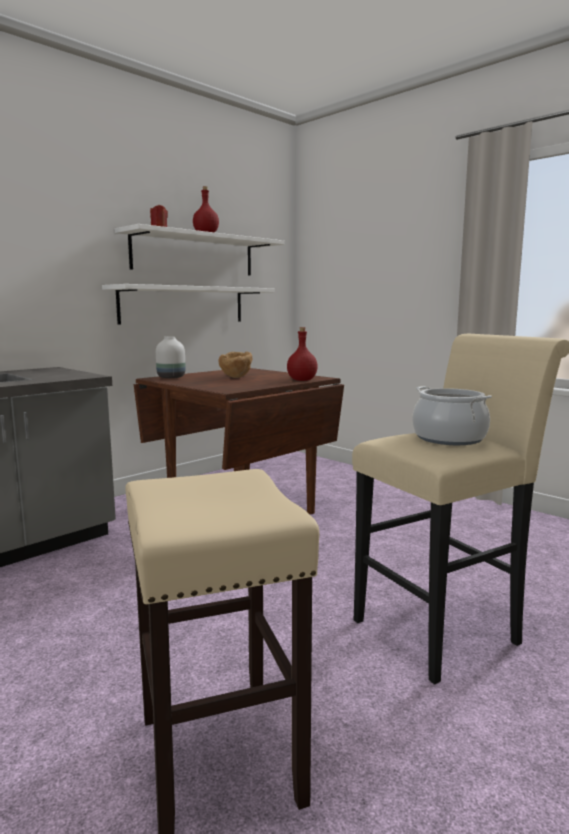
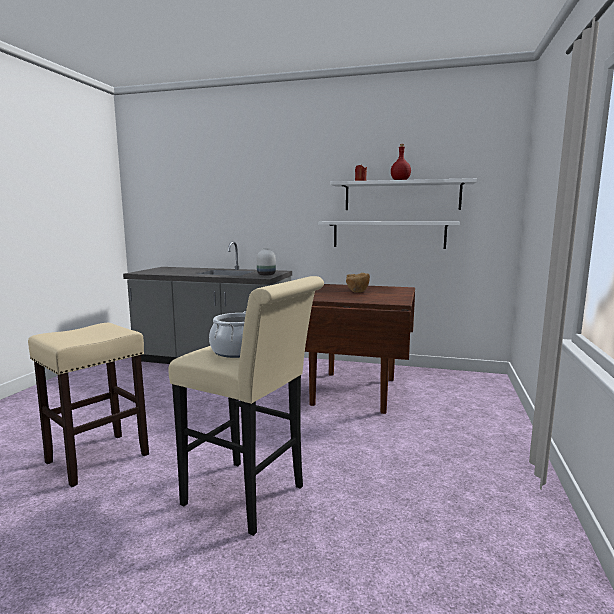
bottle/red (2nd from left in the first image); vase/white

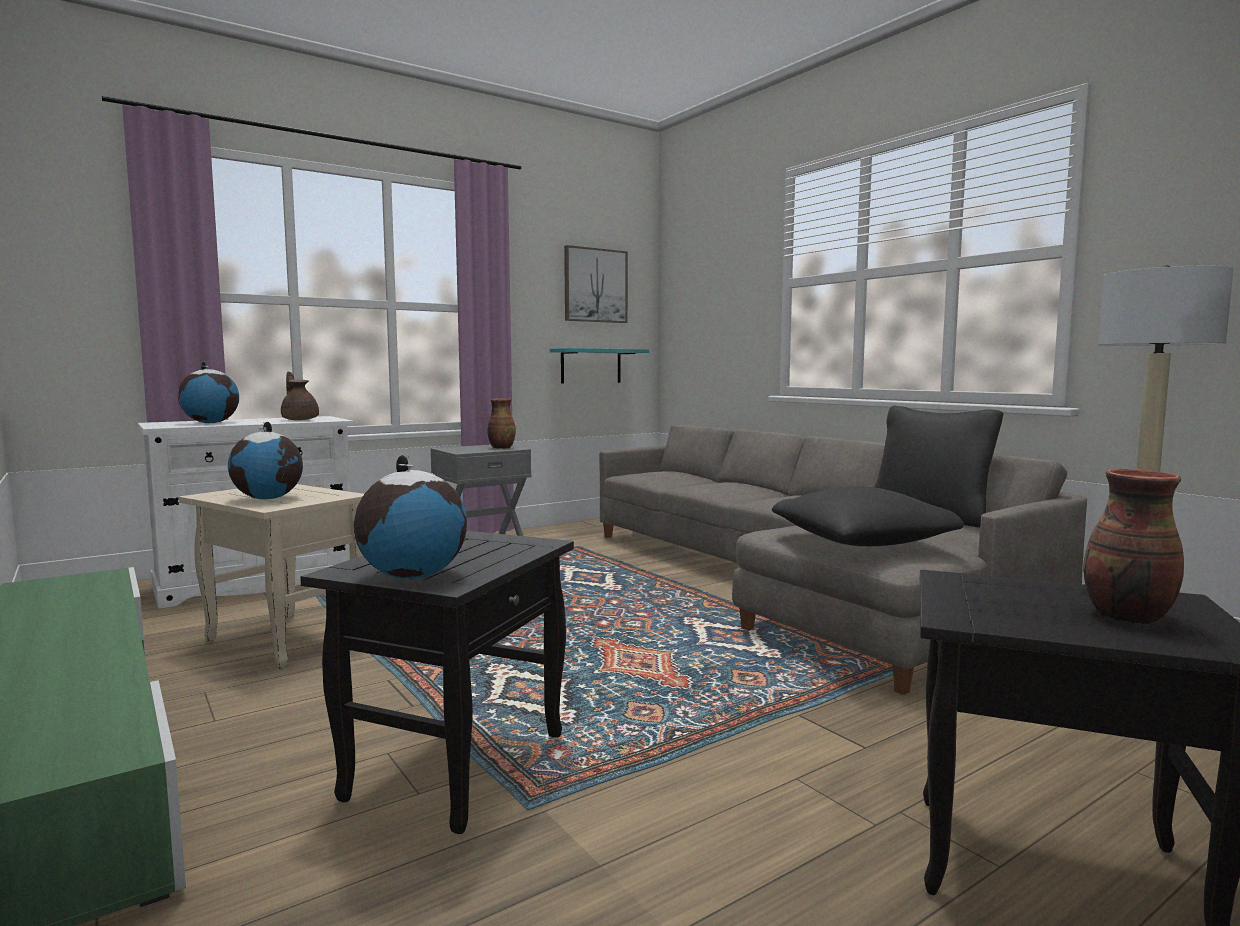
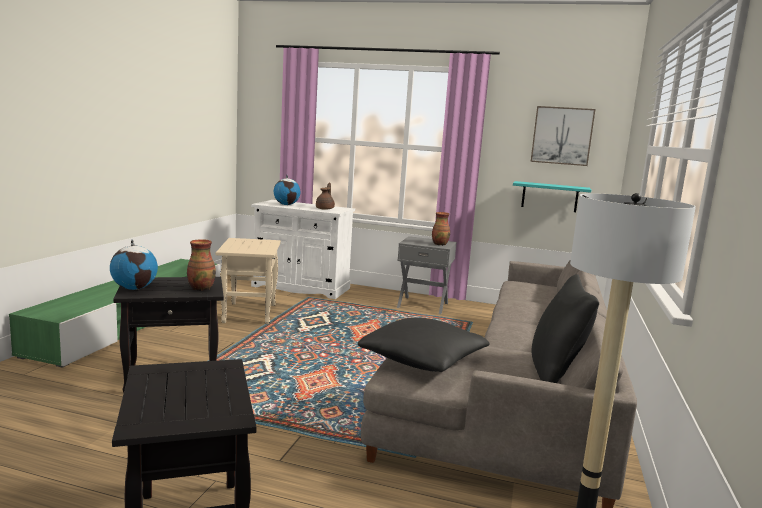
globe (2nd from left in the first image); vase (1st from left)

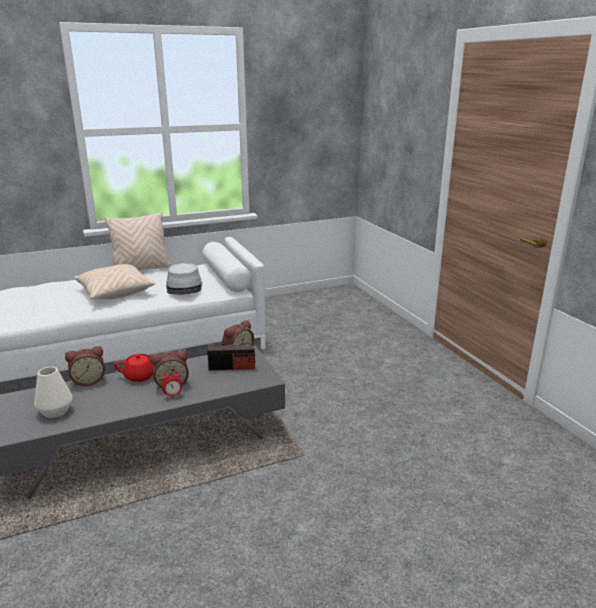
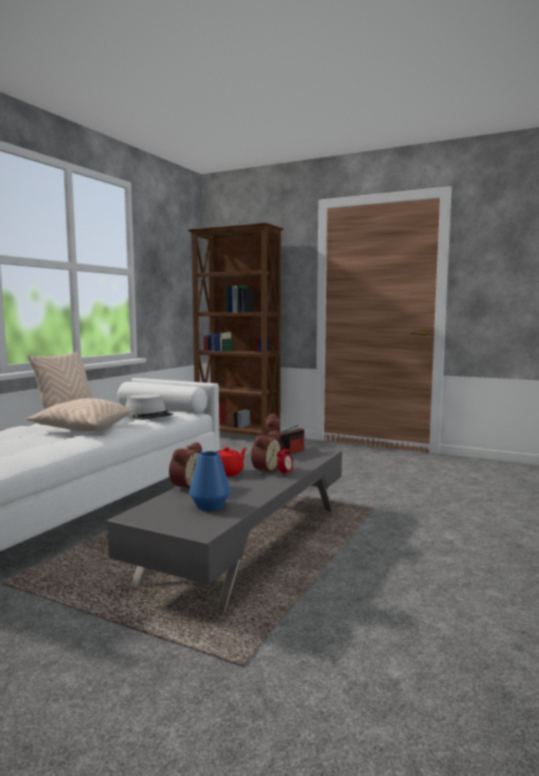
vase/blue; bookcase/brown

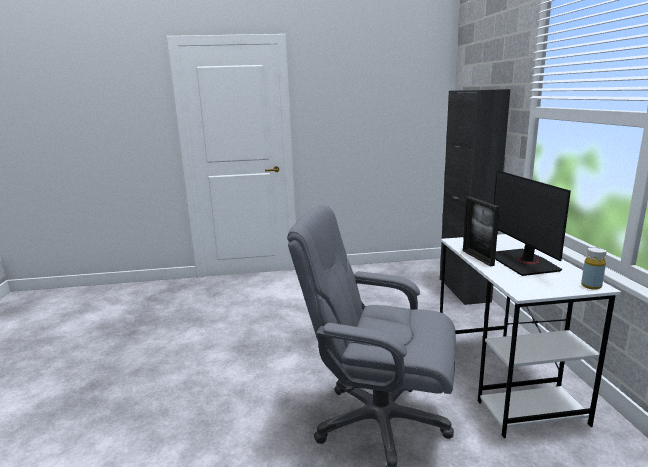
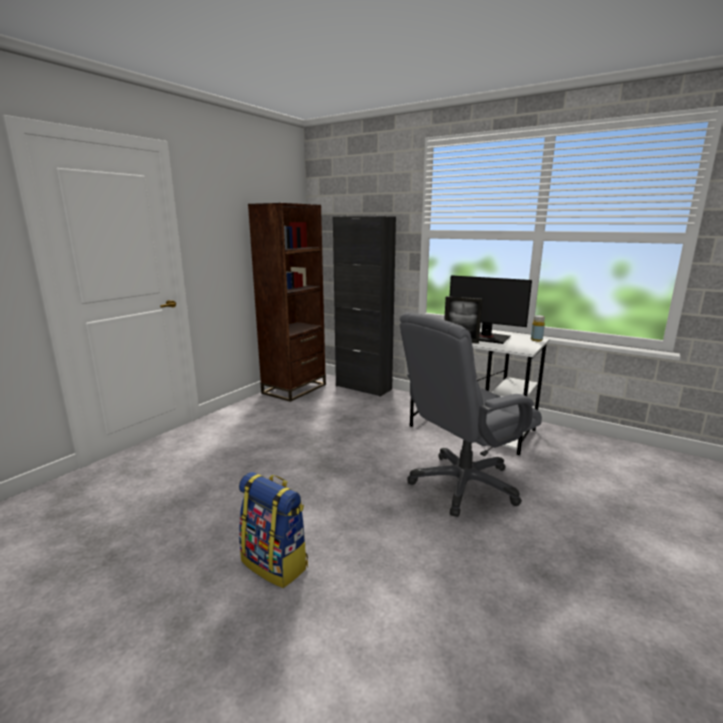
bookcase/brown; backpack

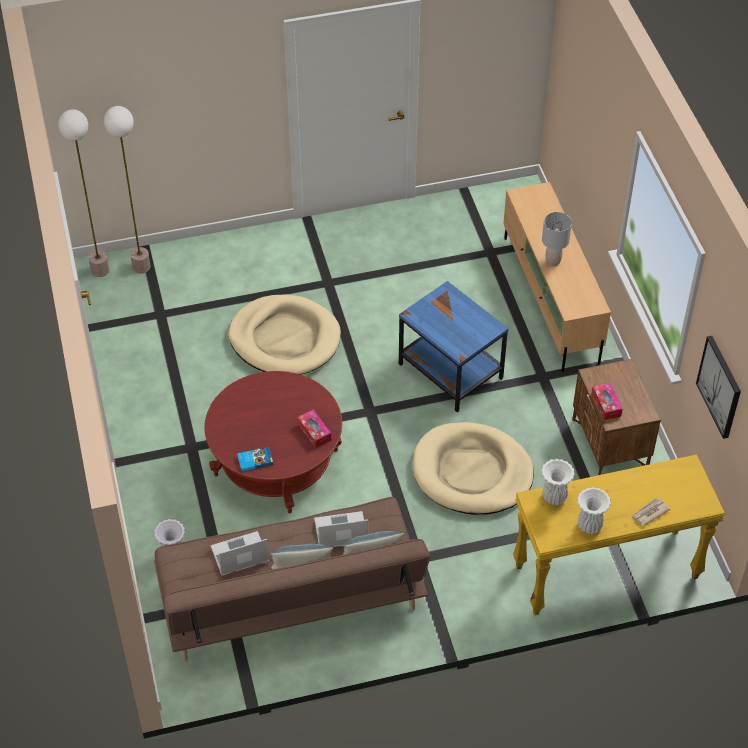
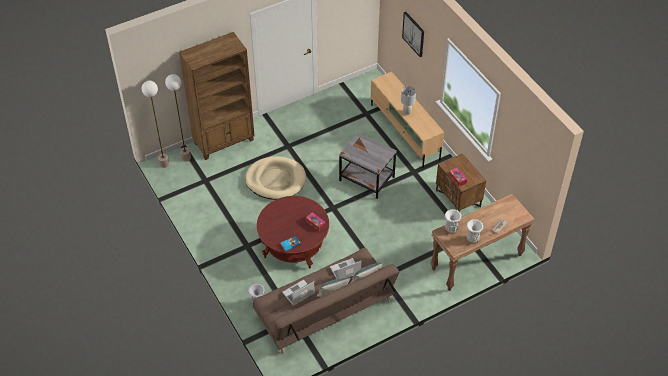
side table/grey; picture; dog bed/beige (2nd from left in the first image); console table/brown; bookcase/brown

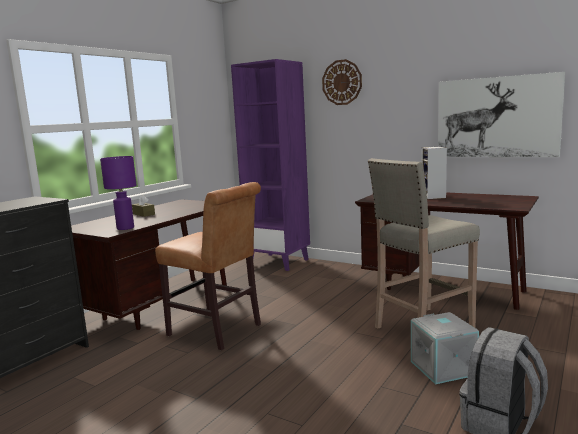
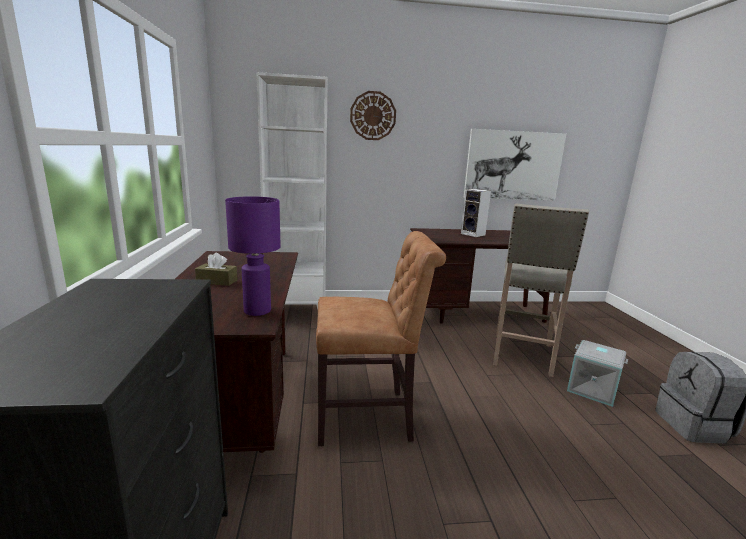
bookcase/white

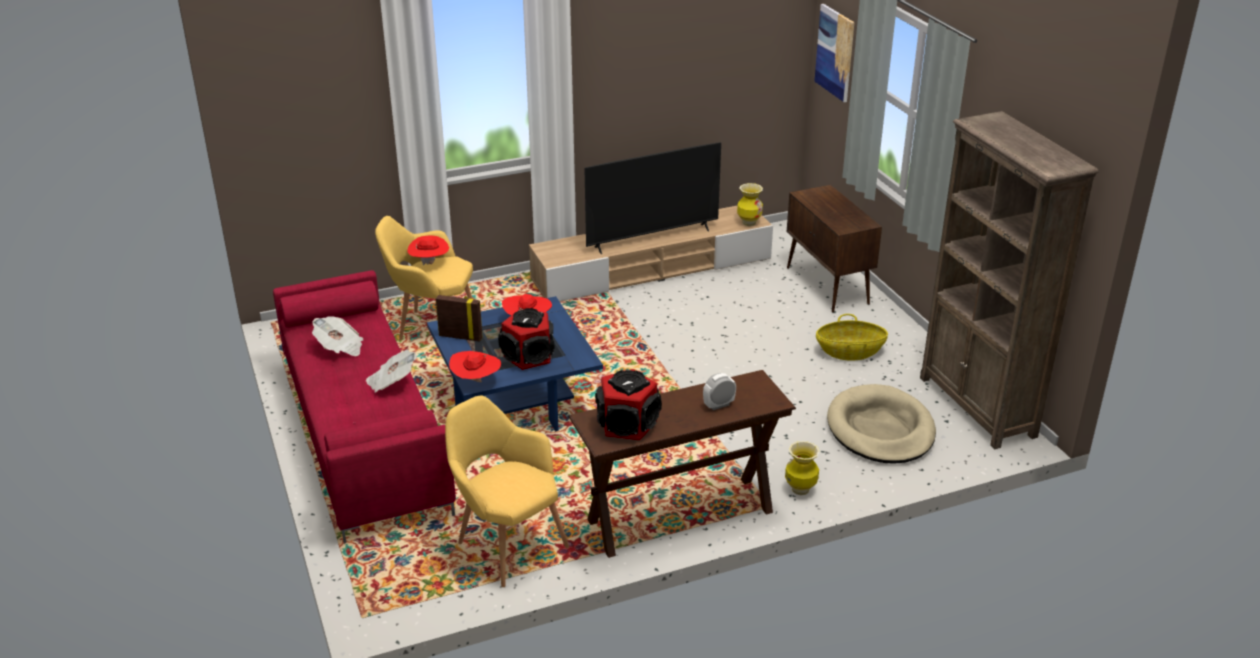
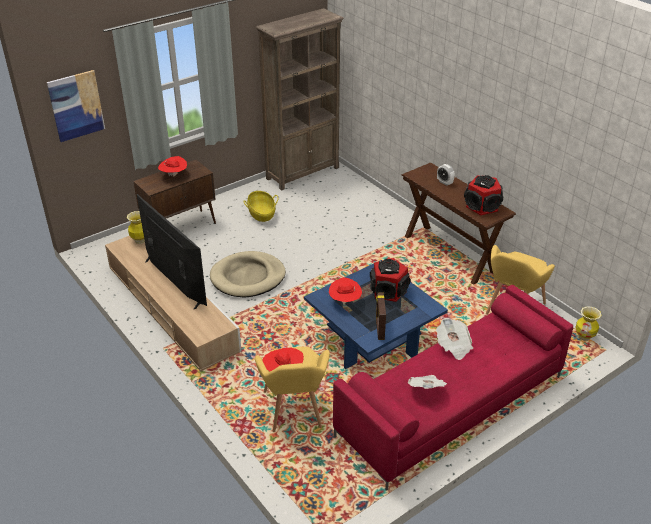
hat/red (1st from left); dog bed/beige; vase (2nd from left)

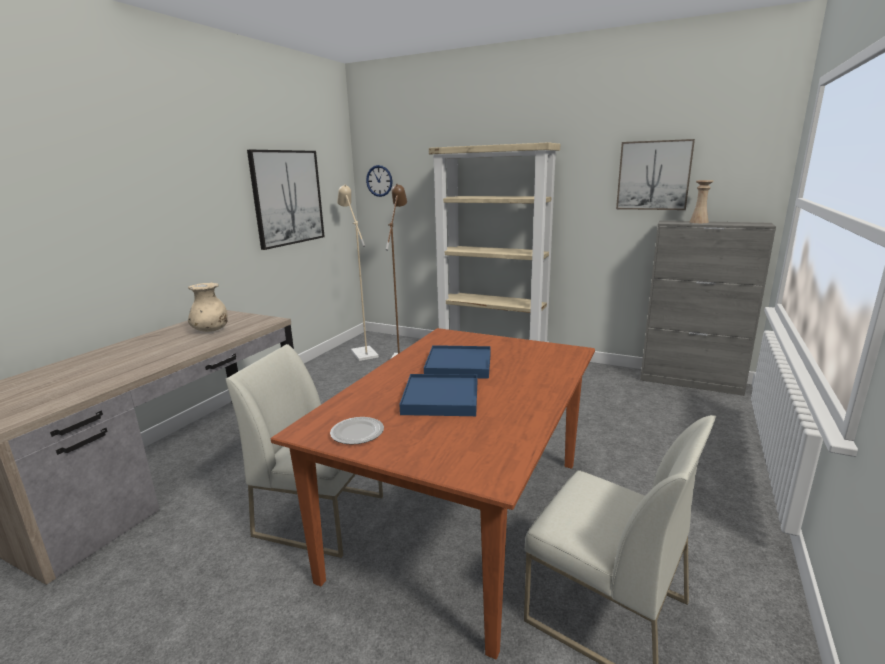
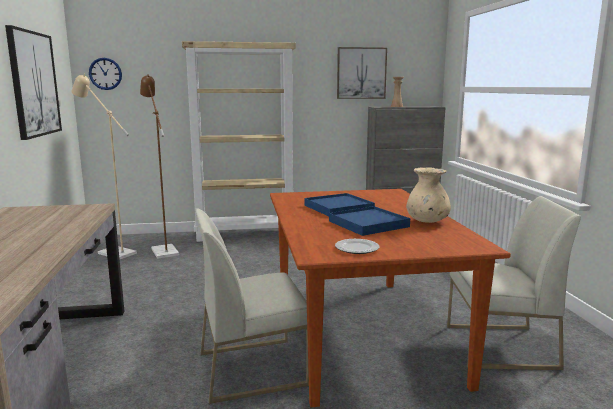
vase/beige (2nd from left)

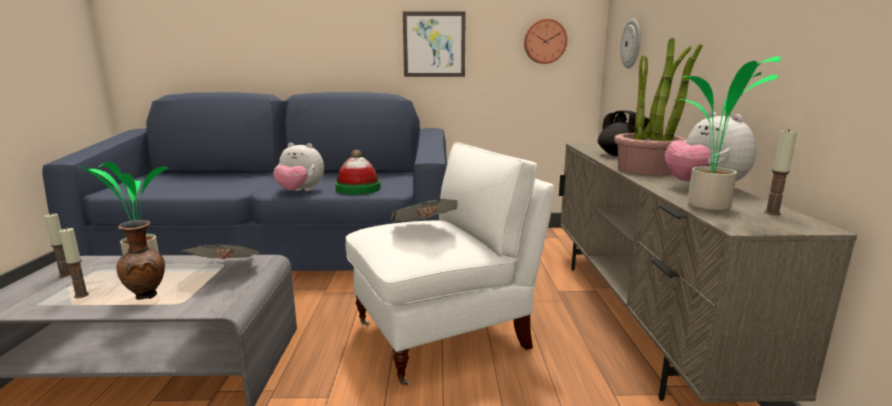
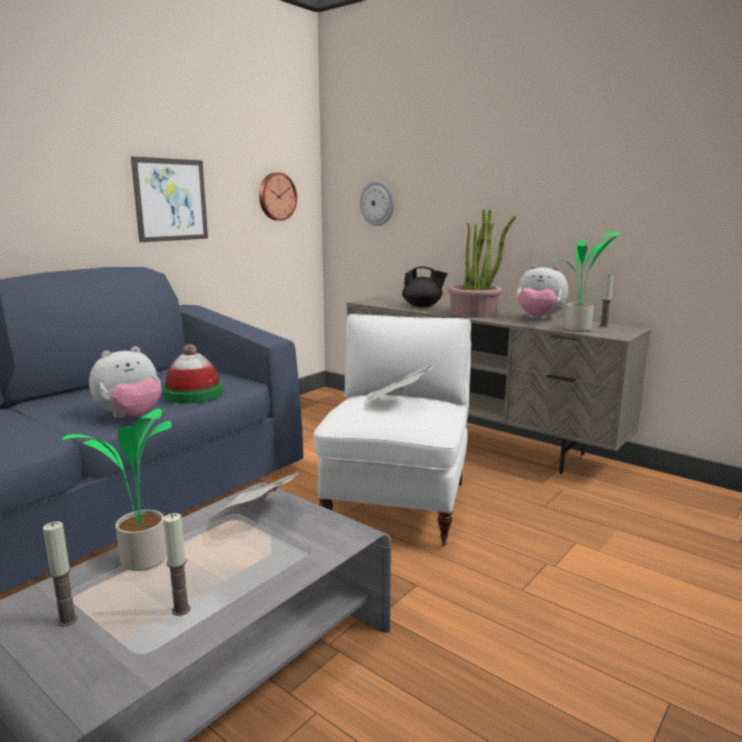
vase/brown

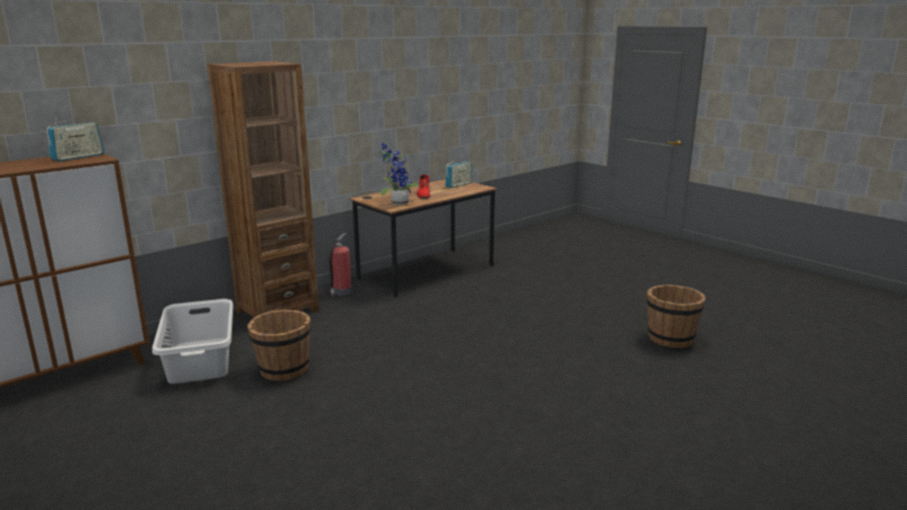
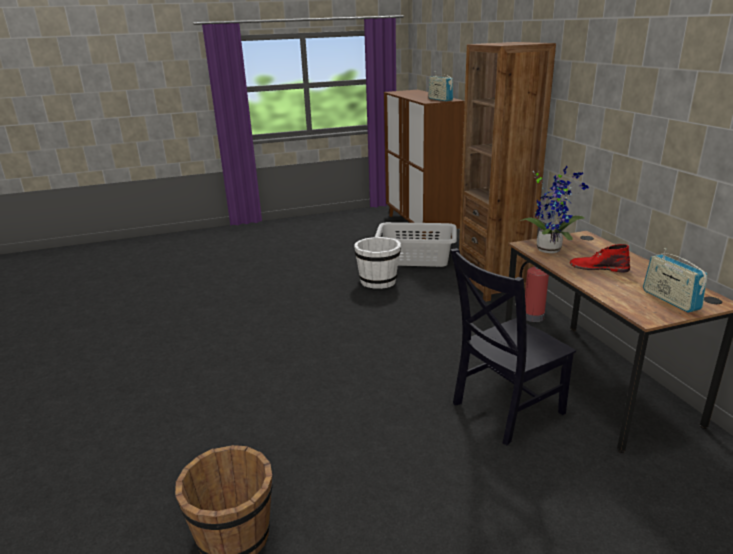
bucket/white; chair/black

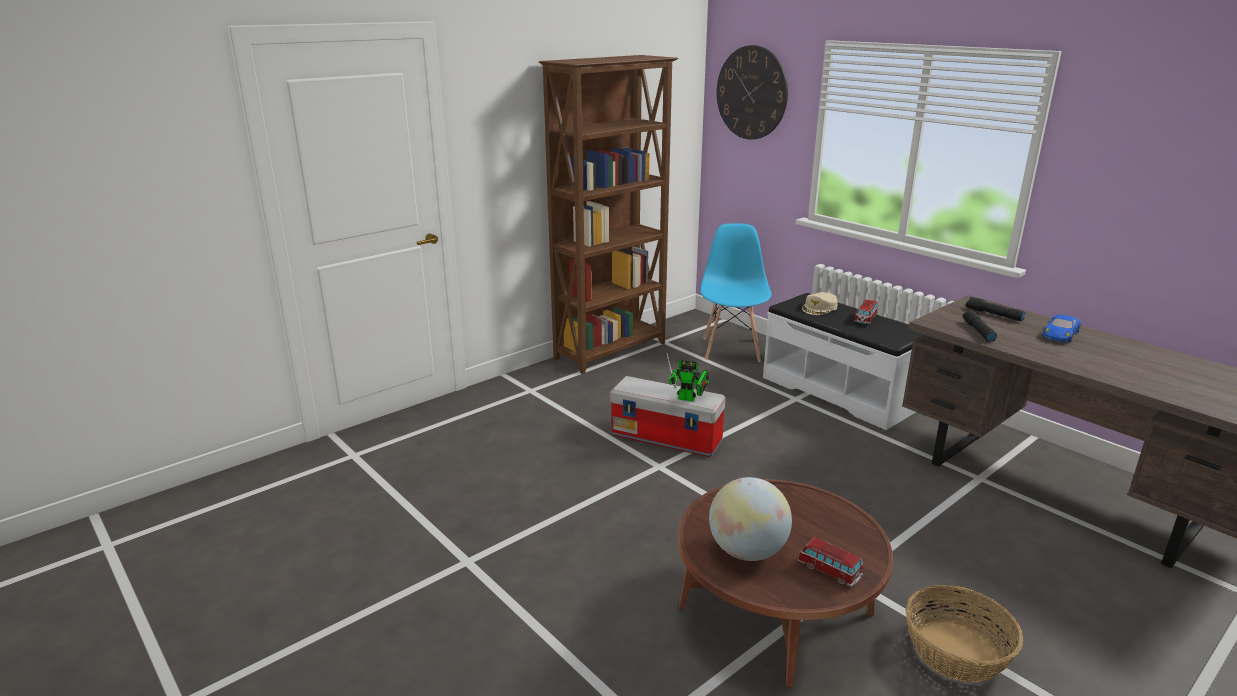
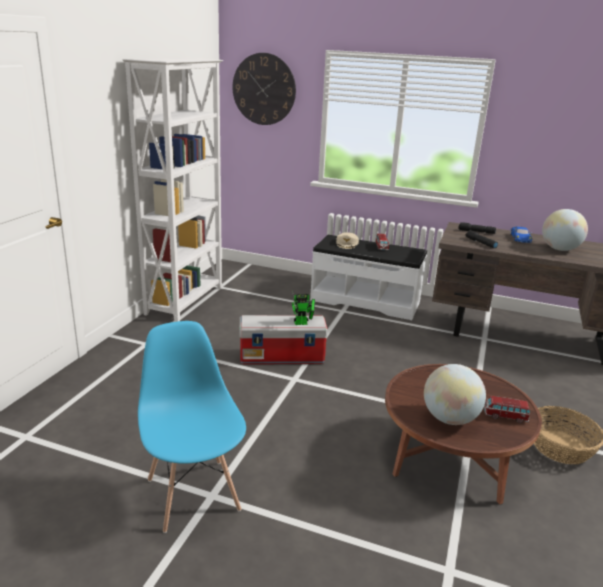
bookcase/white; chair/blue; globe (2nd from left)

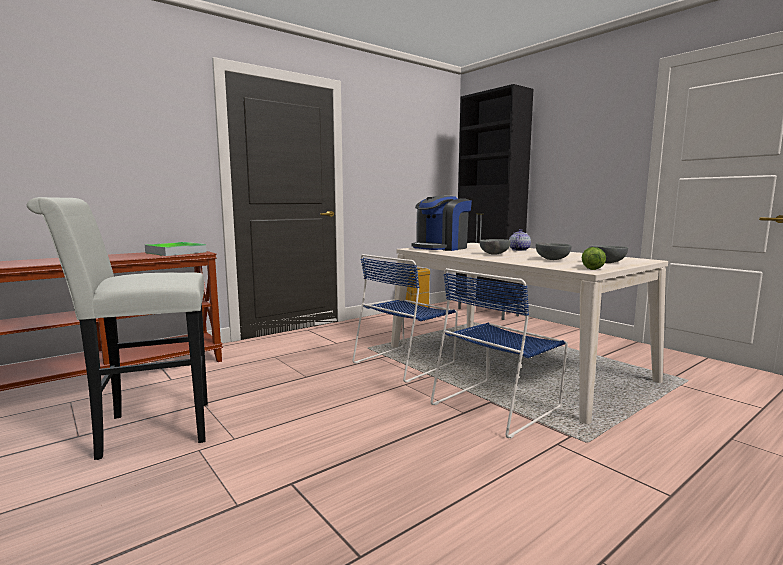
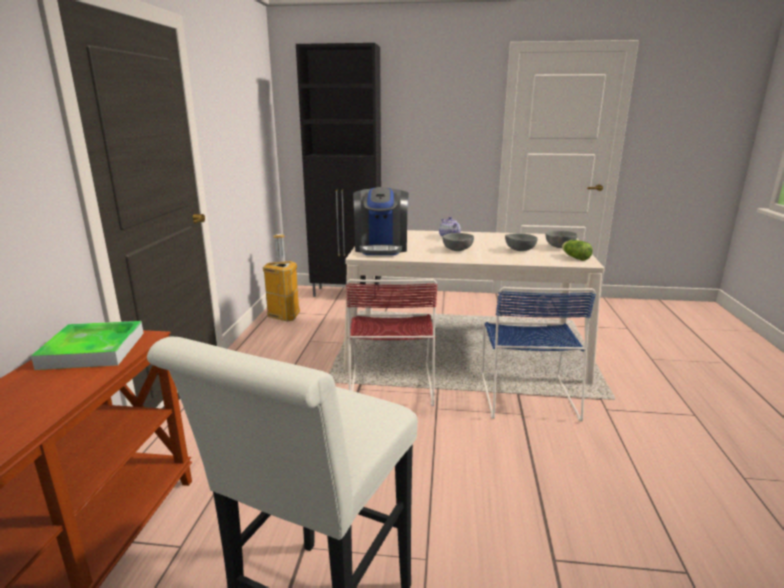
chair/red

